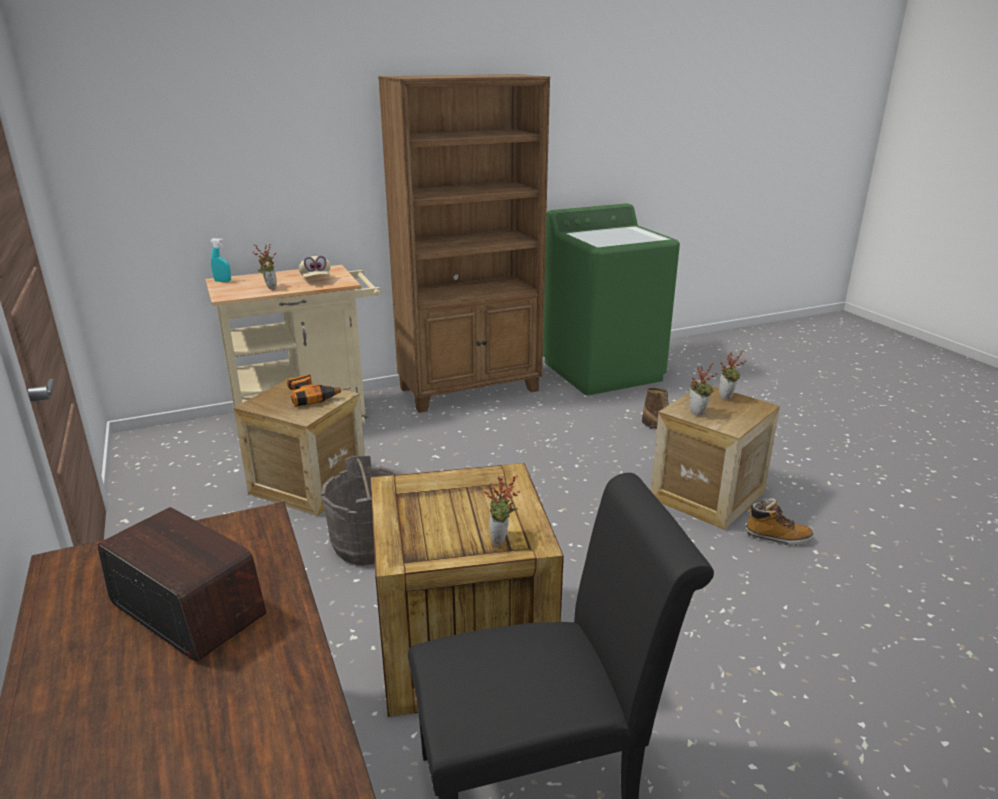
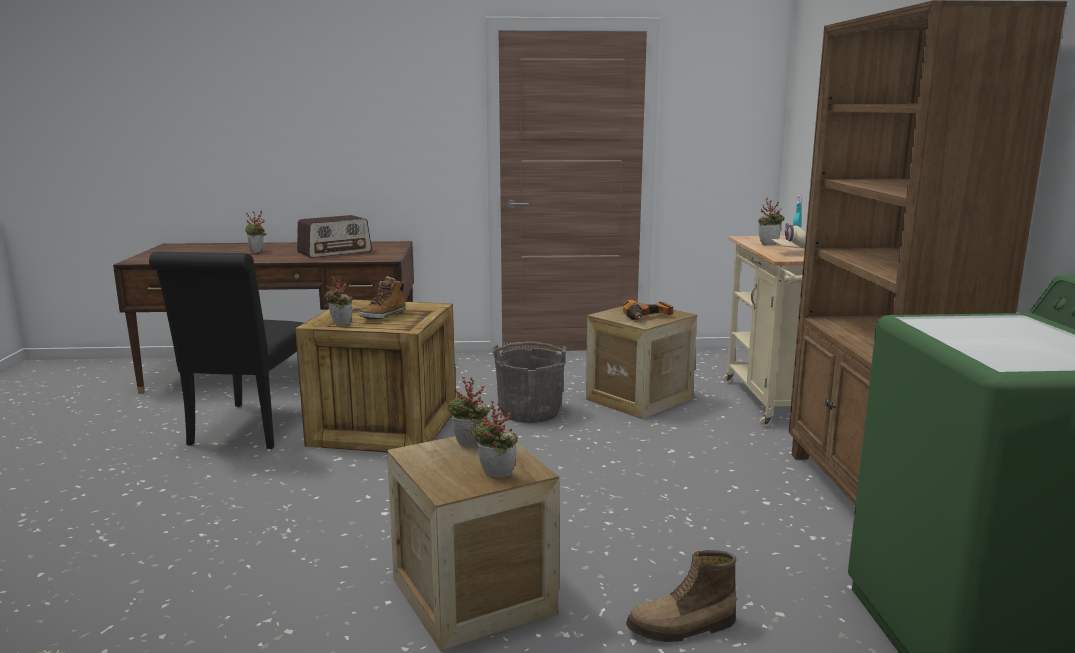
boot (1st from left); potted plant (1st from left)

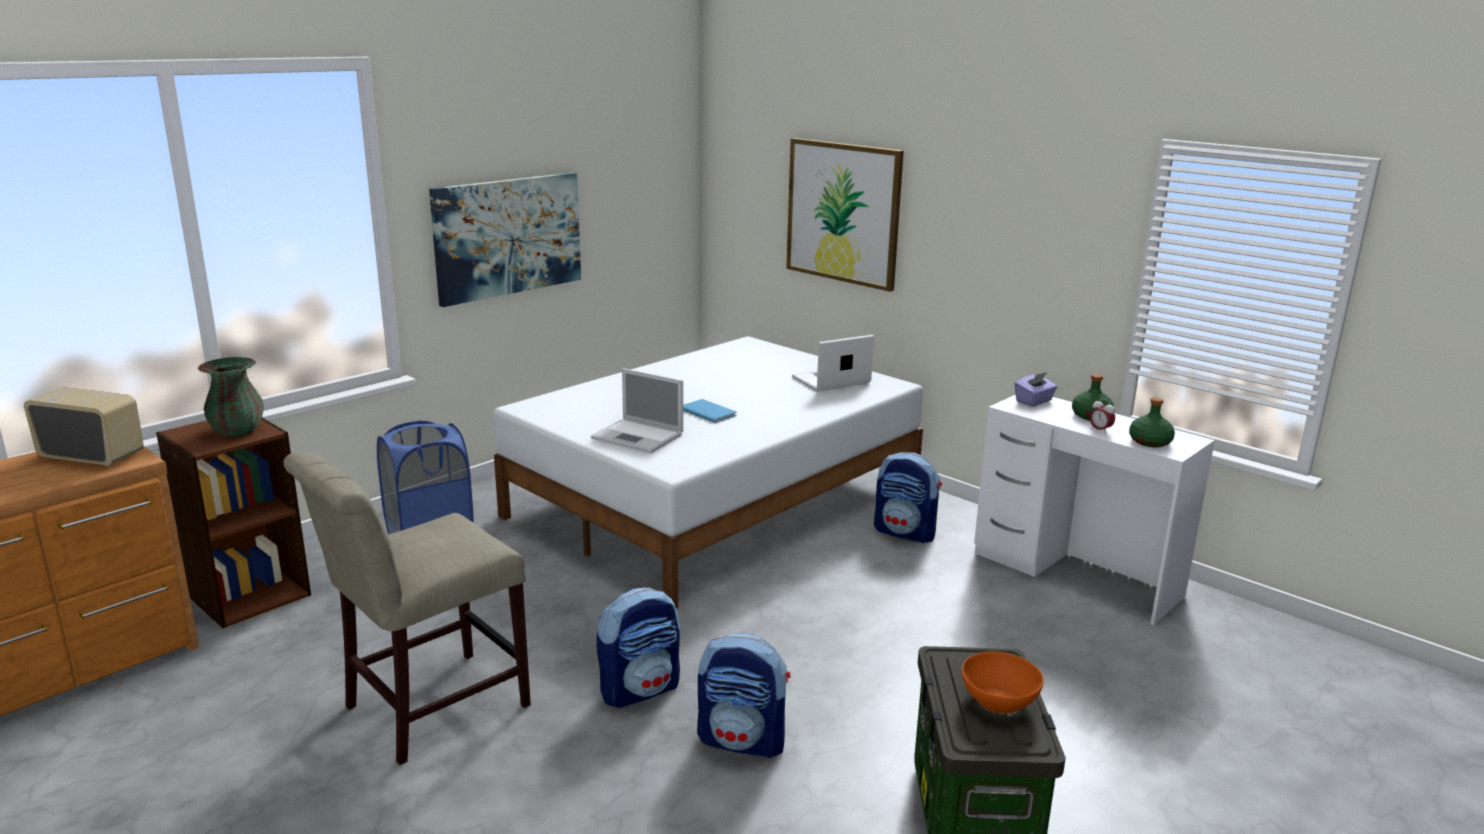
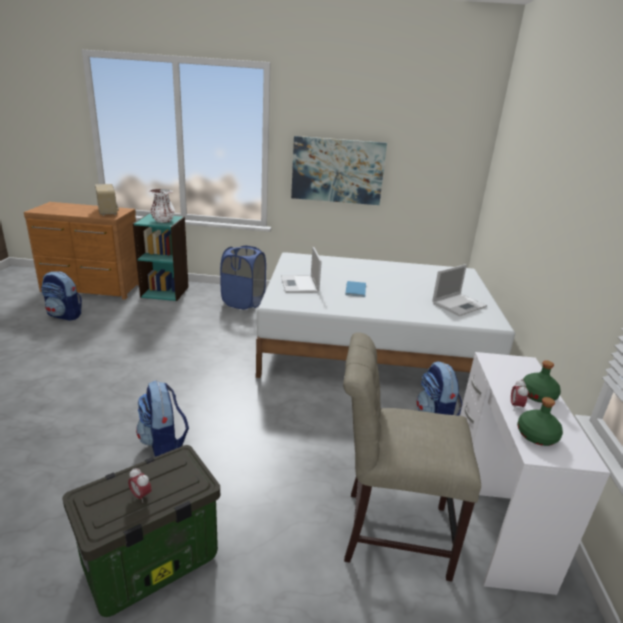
picture (2nd from left in the first image); laptop (2nd from left); vase/white; tissue box/purple; bookcase/turquoise; chair/beige; backpack (1st from left); alarm clock (1st from left)

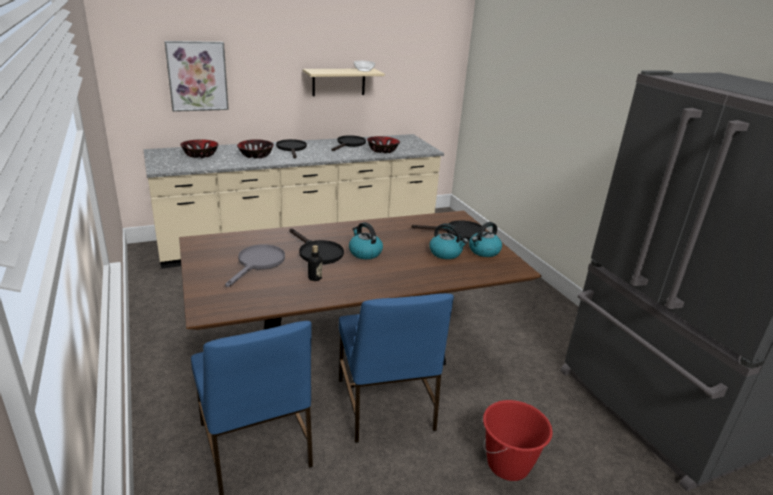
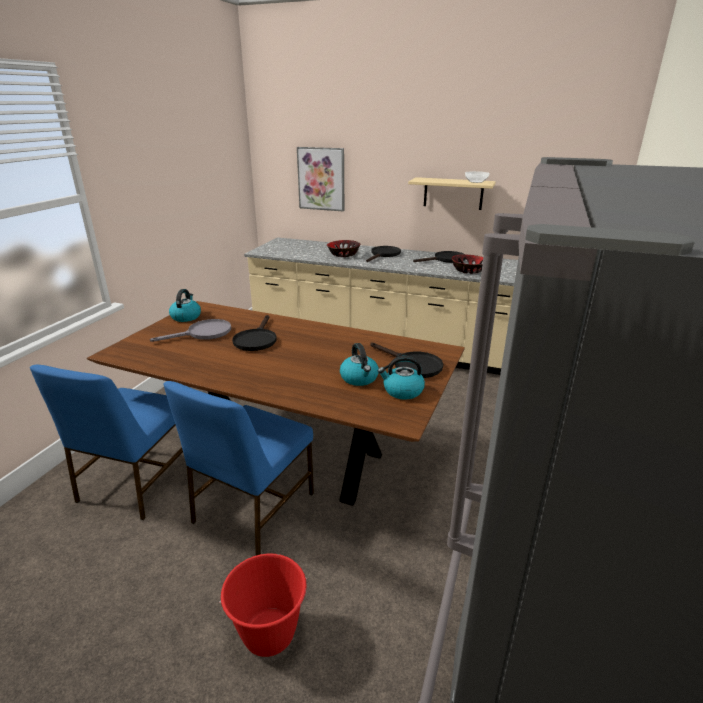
bowl (1st from left in the first image); kettle (1st from left); bottle

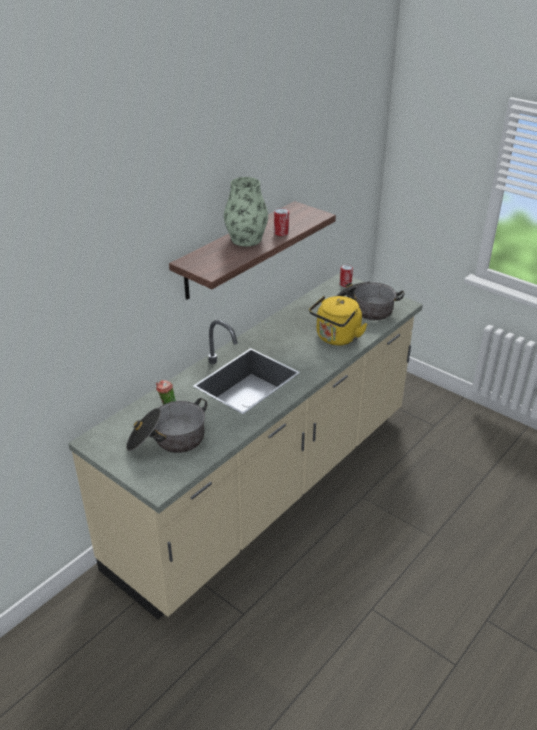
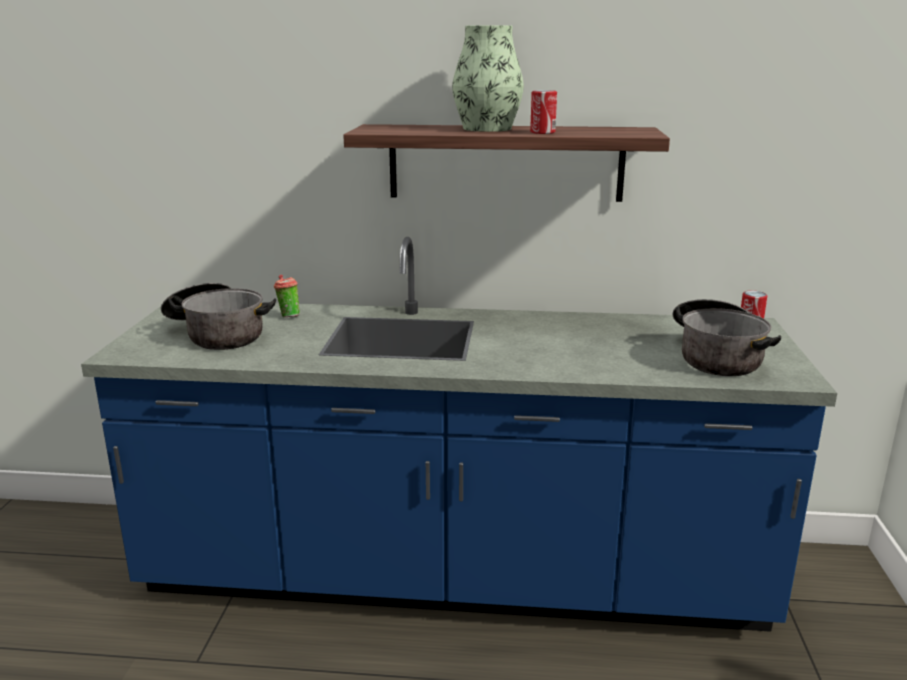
counter/blue; kettle/yellow

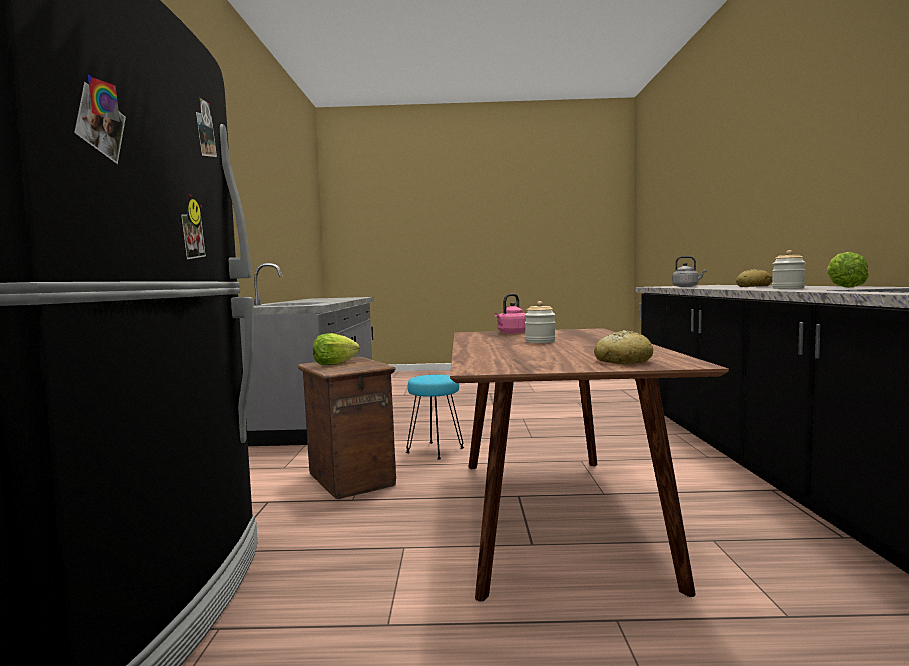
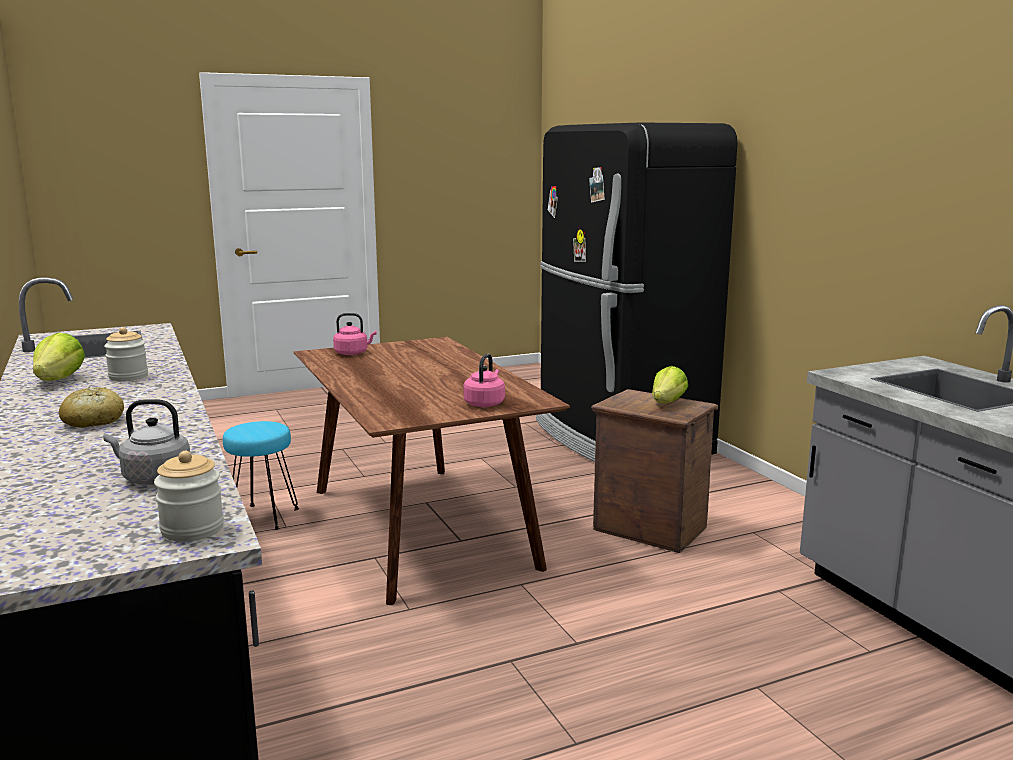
jar (2nd from left); kettle/pink (1st from left); stool/turquoise

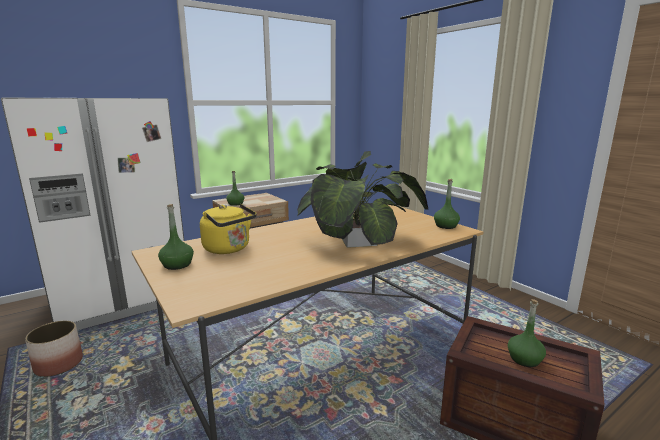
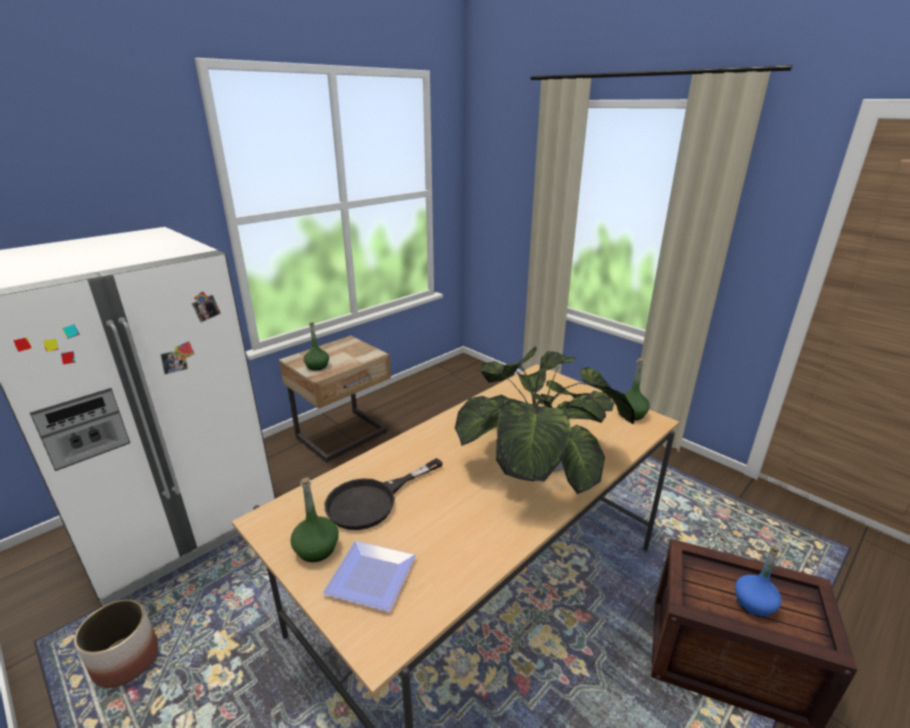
frying pan/black; bottle/blue; plate

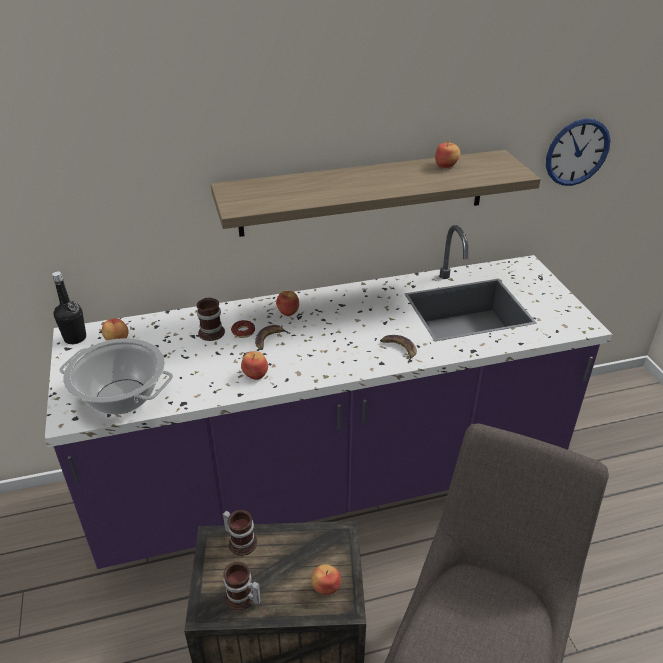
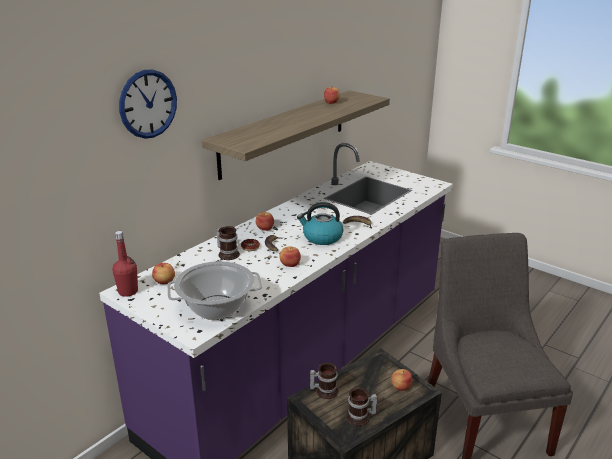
wall clock; bottle/red; kettle

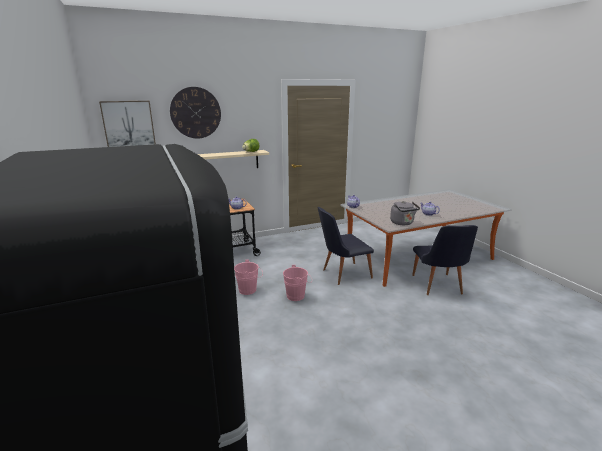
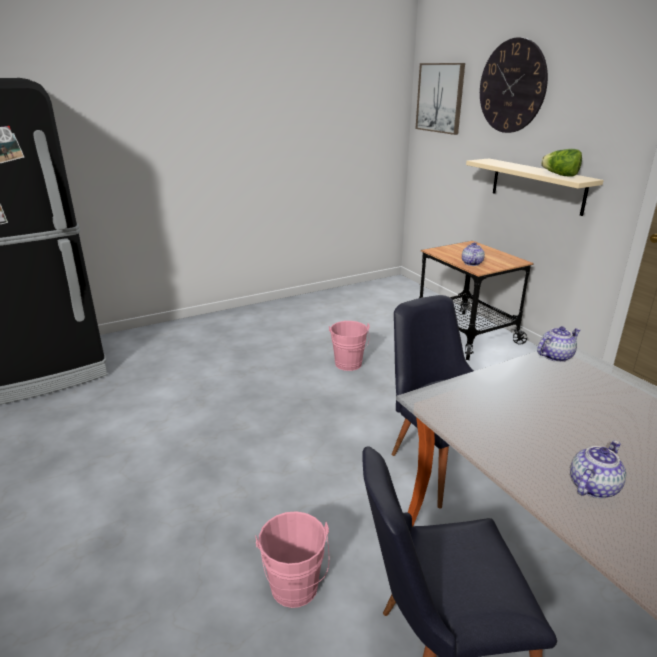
kettle/grey; bucket/pink (1st from left)

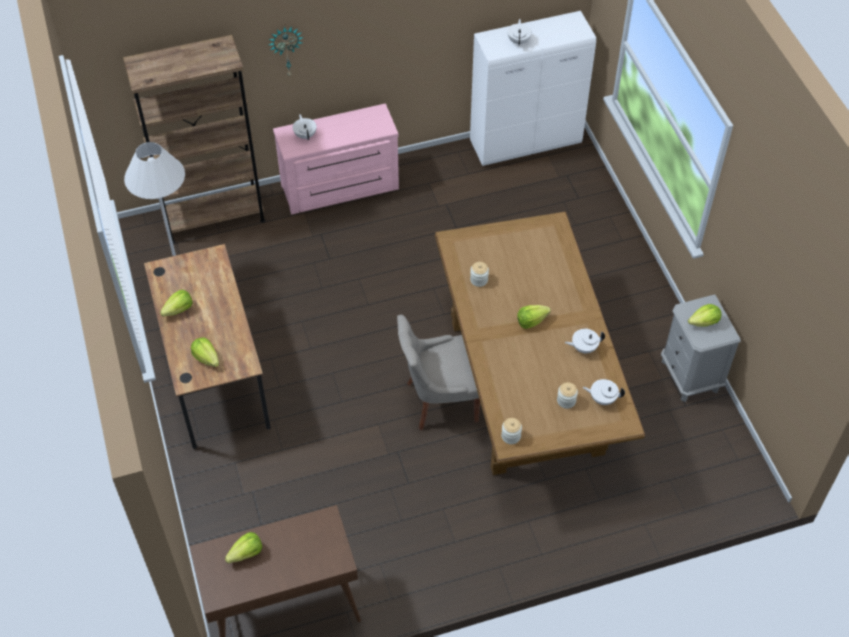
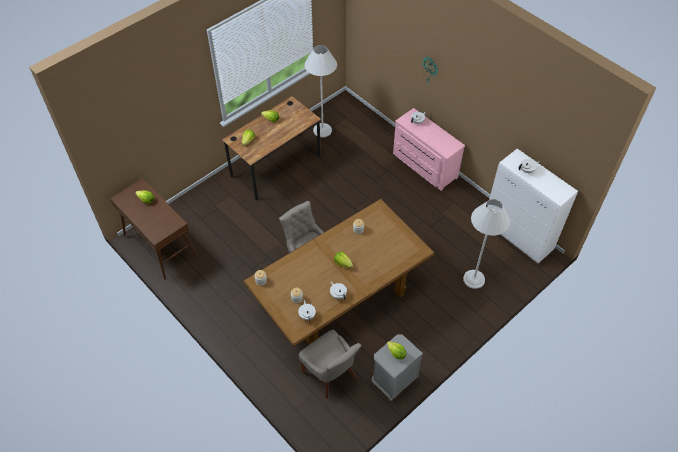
bookcase/brown; floor lamp/white (2nd from left); chair/grey (2nd from left)

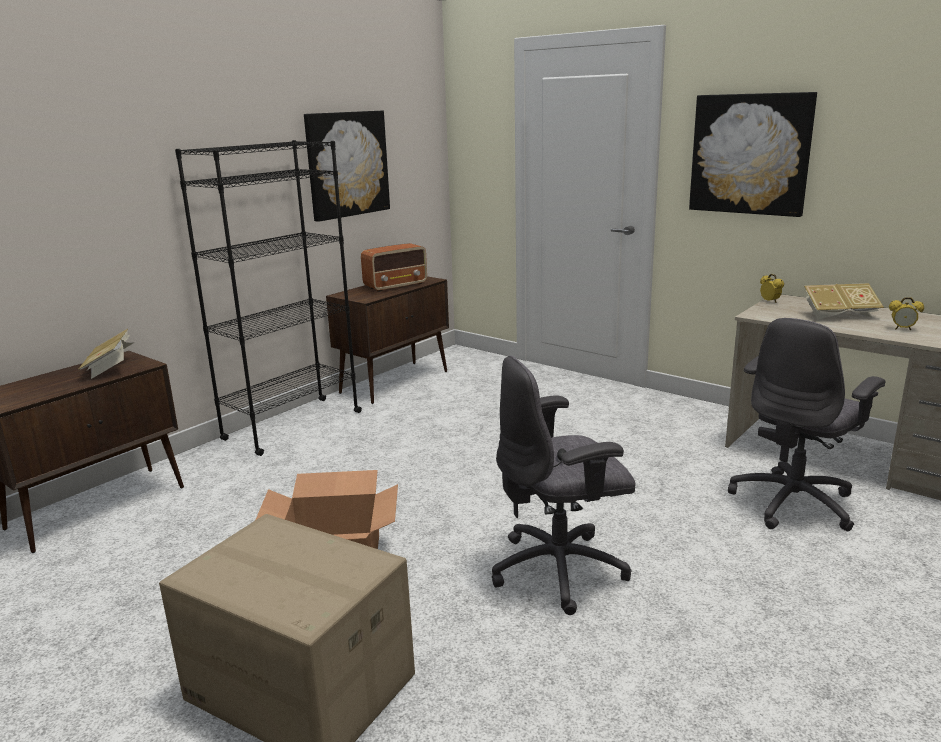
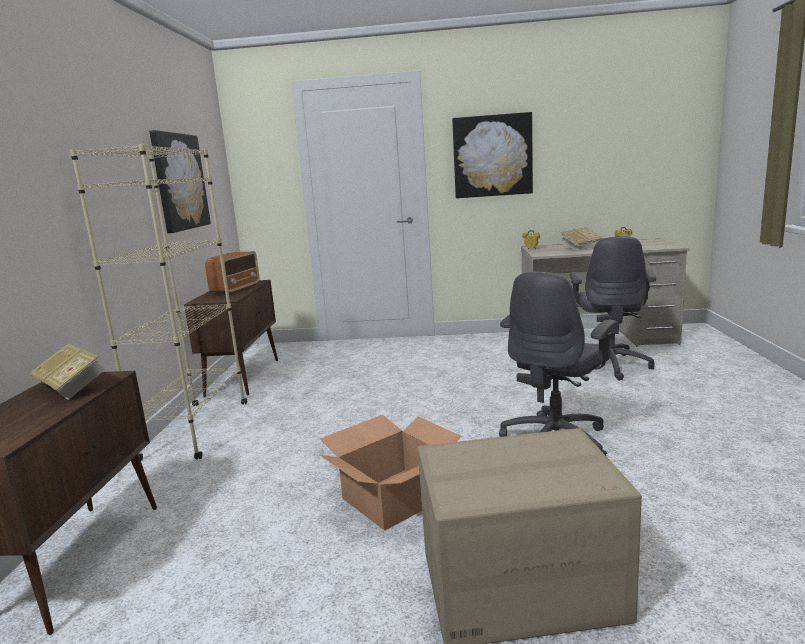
bookcase/beige

